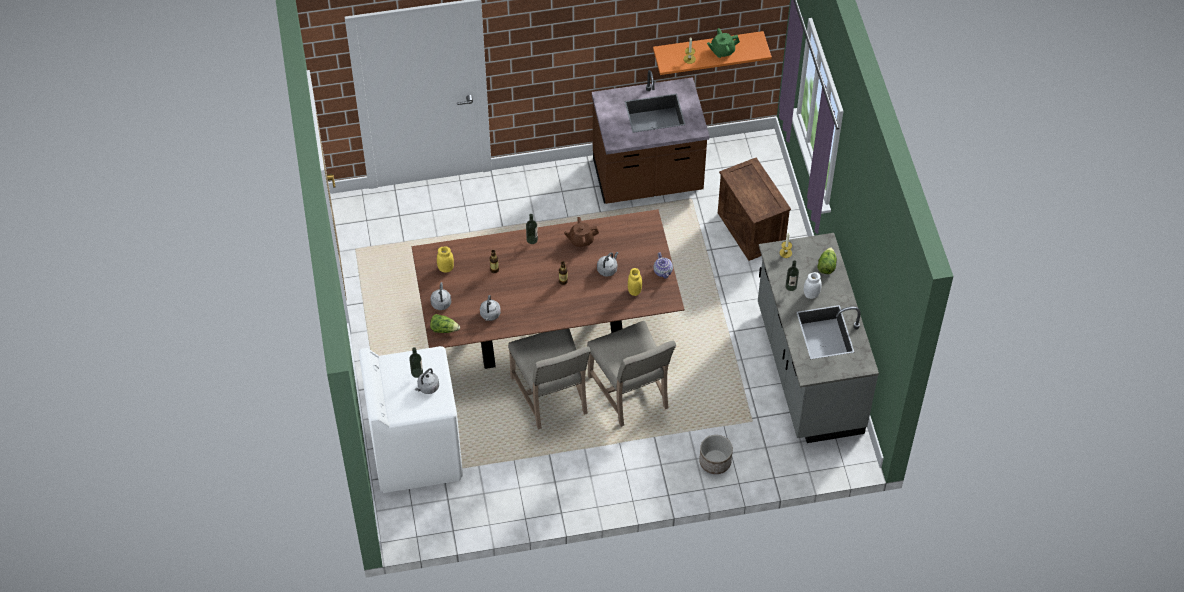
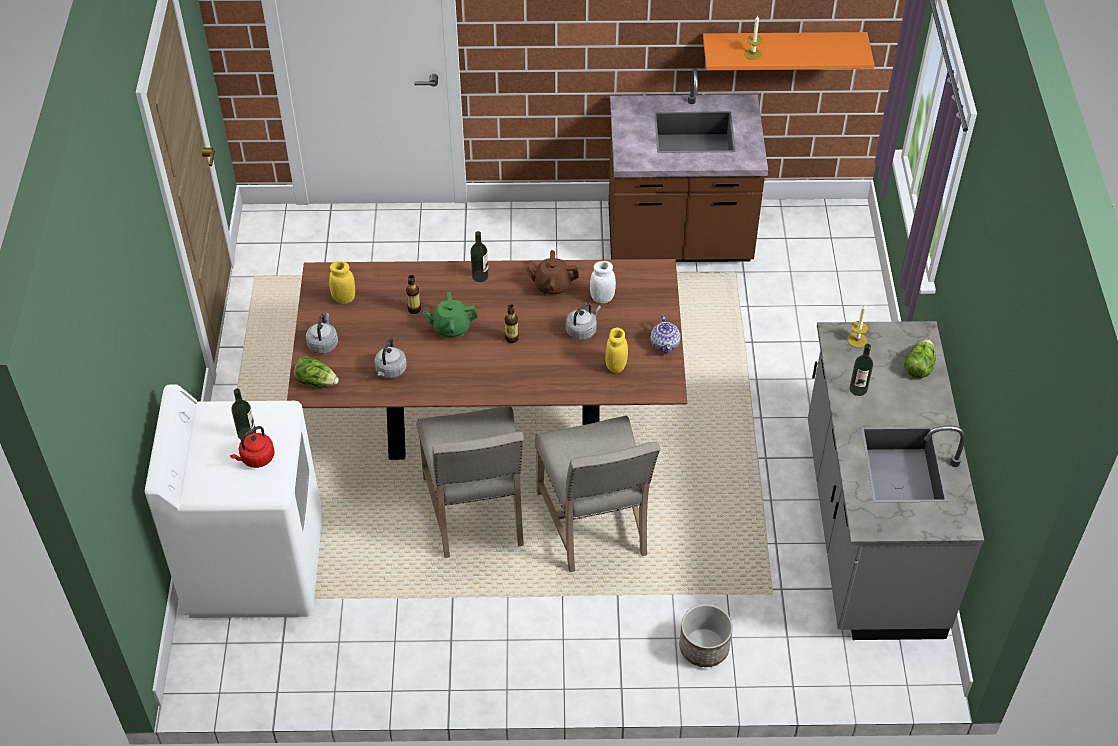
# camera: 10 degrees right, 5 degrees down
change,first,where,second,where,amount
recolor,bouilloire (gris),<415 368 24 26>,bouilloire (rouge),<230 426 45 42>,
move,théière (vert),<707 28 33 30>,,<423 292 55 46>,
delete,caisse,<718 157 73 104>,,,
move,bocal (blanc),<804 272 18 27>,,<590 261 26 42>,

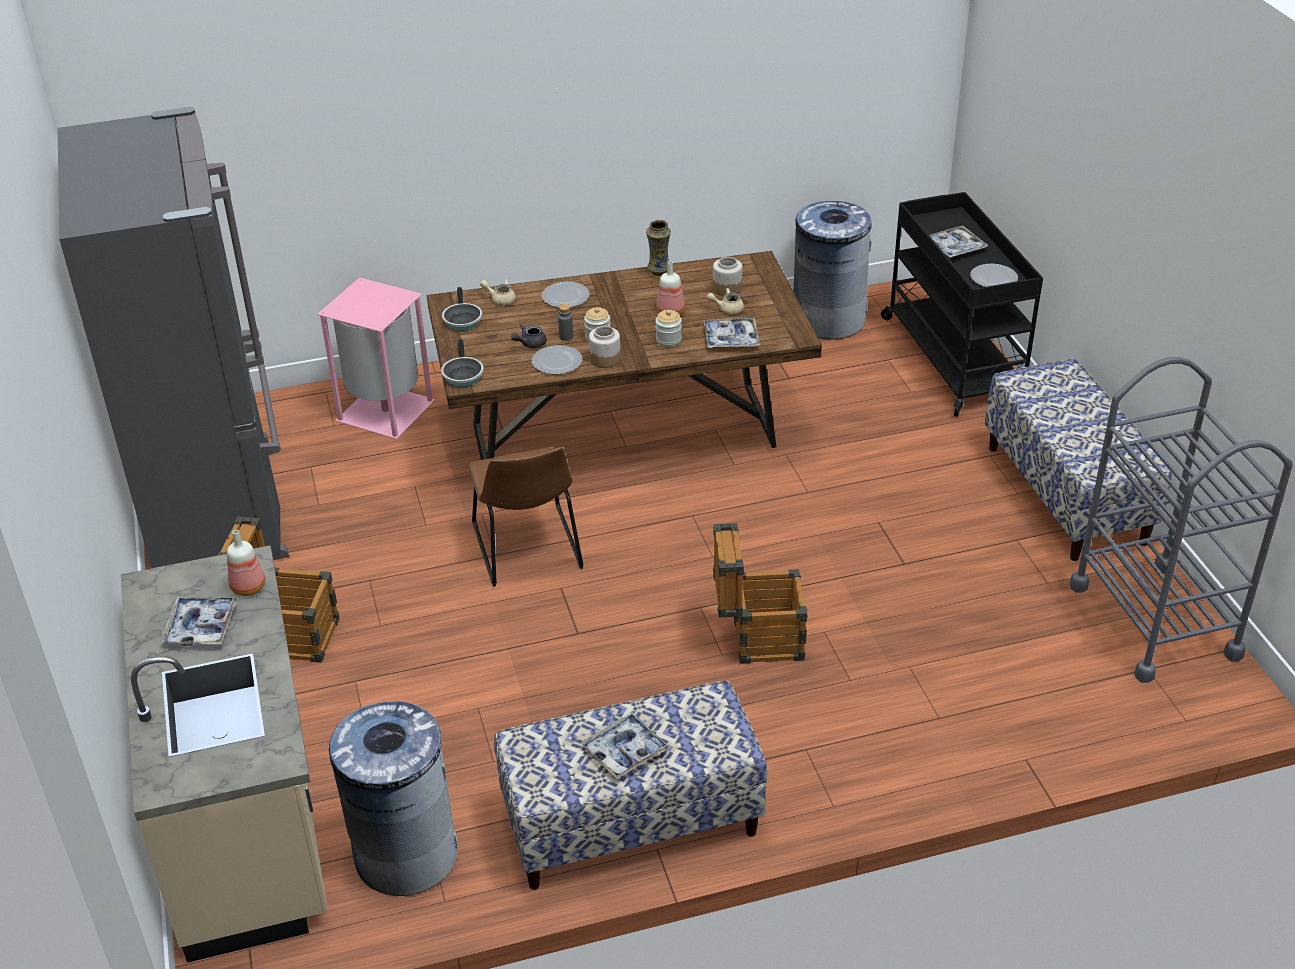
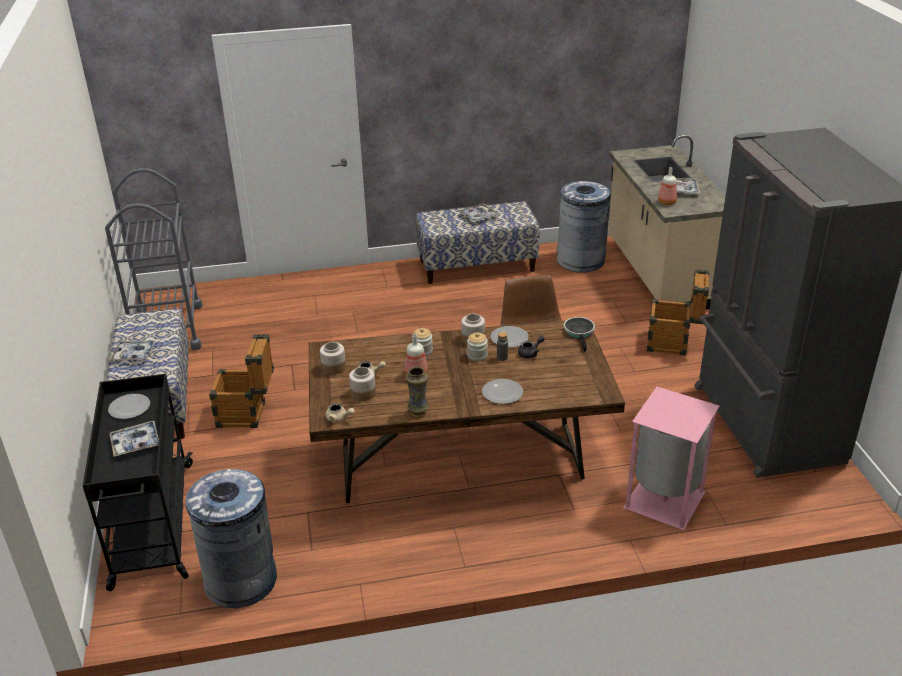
# camera: 175 degrees left, 5 degrees down
change,first,where,second,where,amount
delete,poêle,<442 287 40 44>,,,
move,théière (beige),<480 279 36 26>,,<326 403 29 19>,
move,plateau,<703 318 57 30>,,<109 340 47 21>,
move,caisse,<713 523 95 141>,,<209 334 65 94>,
insert,,,bocal,<320 342 26 33>,

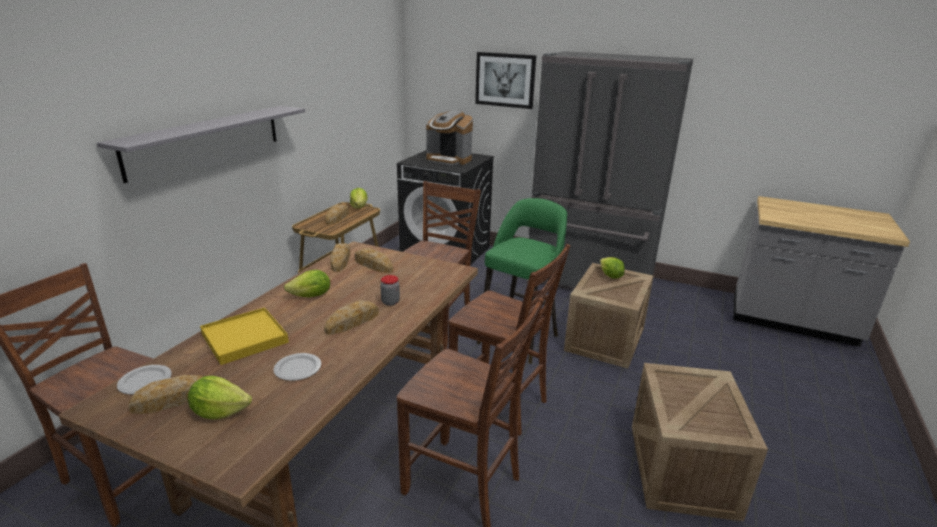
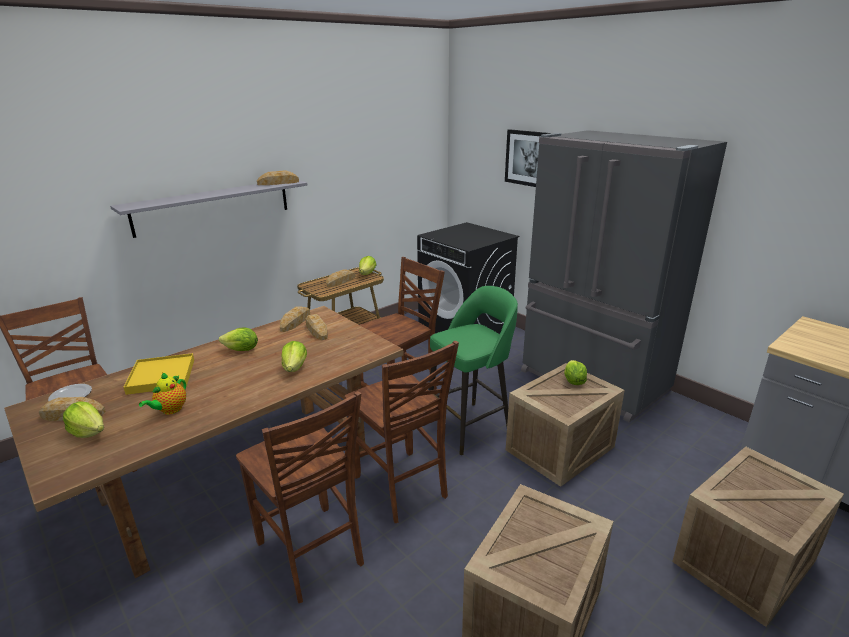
# camera: 25 degrees right, 0 degrees up
change,first,where,second,where,amount
replace,assiette,<273 353 48 28>,théière,<139 373 47 41>,
move,pain,<324 300 55 35>,,<257 170 42 15>,
replace,bocal,<380 275 20 31>,laitue,<281 341 26 31>,
delete,machine à café,<426 110 47 56>,,,
insert,,,caisse,<672 446 172 181>,

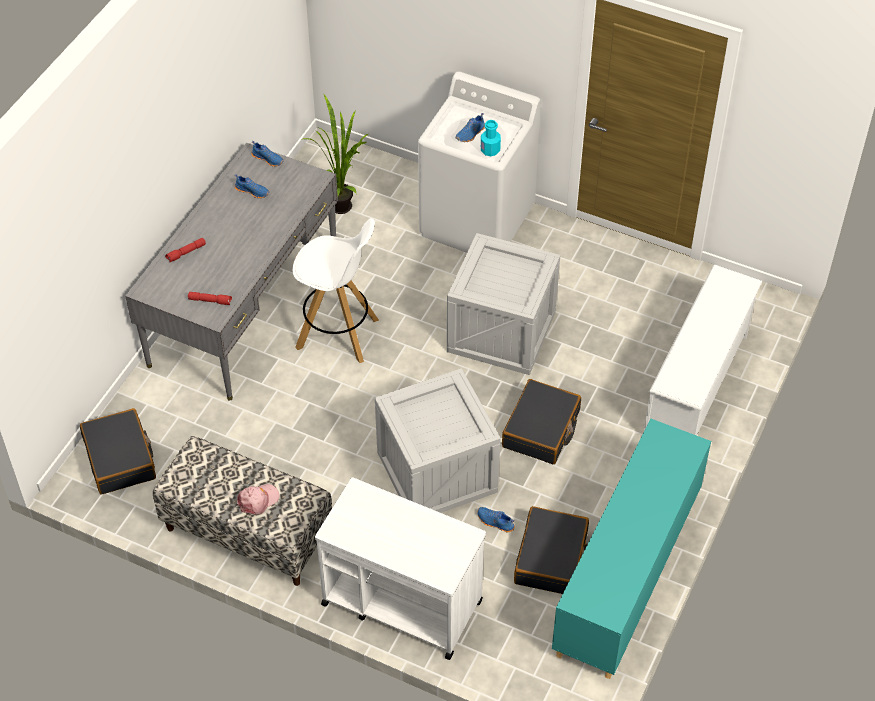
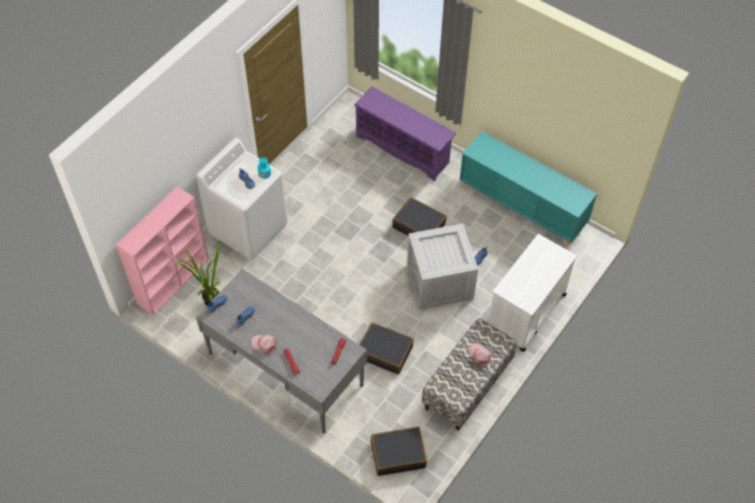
# camera: 80 degrees left, 5 degrees up
change,first,where,second,where,amount
delete,tabouret (blanc),<293 218 86 145>,,,
delete,caisse,<447 233 113 142>,,,
move,valise (noir),<514 506 75 88>,,<360 323 54 51>,
recolor,étagère à chaussures (blanc),<644 264 118 172>,étagère à chaussures (violet),<354 87 103 94>,
insert,,,bibliothèque (rose),<116 186 93 129>,
insert,,,casquette (rose),<251 335 26 19>,

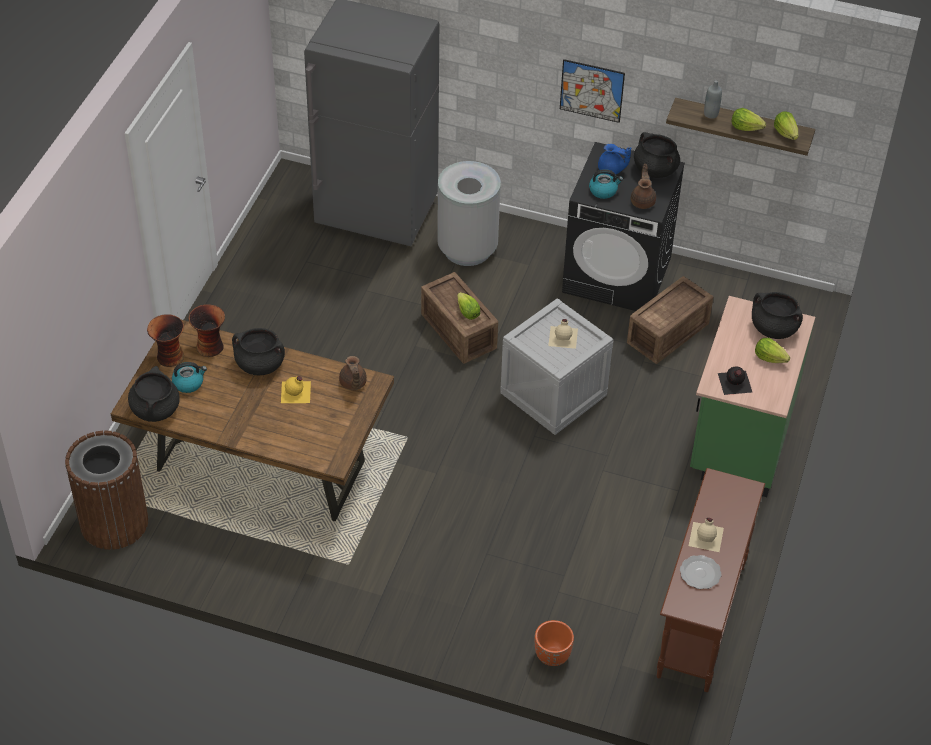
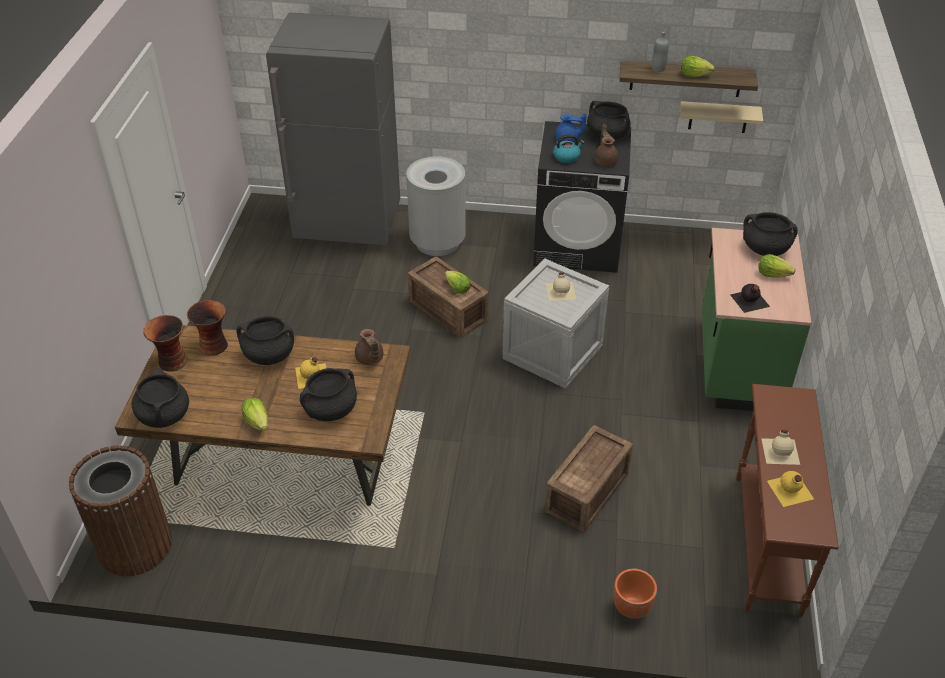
# camera: 10 degrees left, 5 degrees down
change,first,where,second,where,amount
delete,bouilloire,<172 362 35 31>,,,
delete,tableau,<560 59 65 64>,,,
move,caisse,<627 276 86 88>,,<545 425 88 107>,
replace,assiette,<680 555 42 34>,bouteille (jaune),<767 471 47 36>,
move,laitue,<774 111 24 29>,,<242 398 26 33>,
insert,,,marmite (noir),<300 368 57 53>,
insert,,,étagère (beige),<680 101 83 32>,

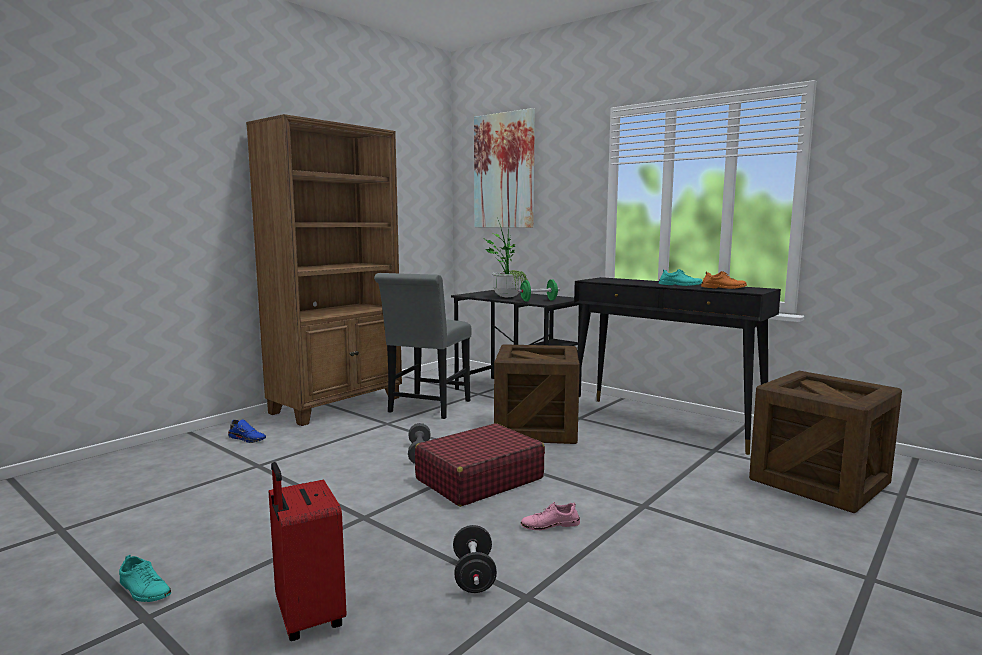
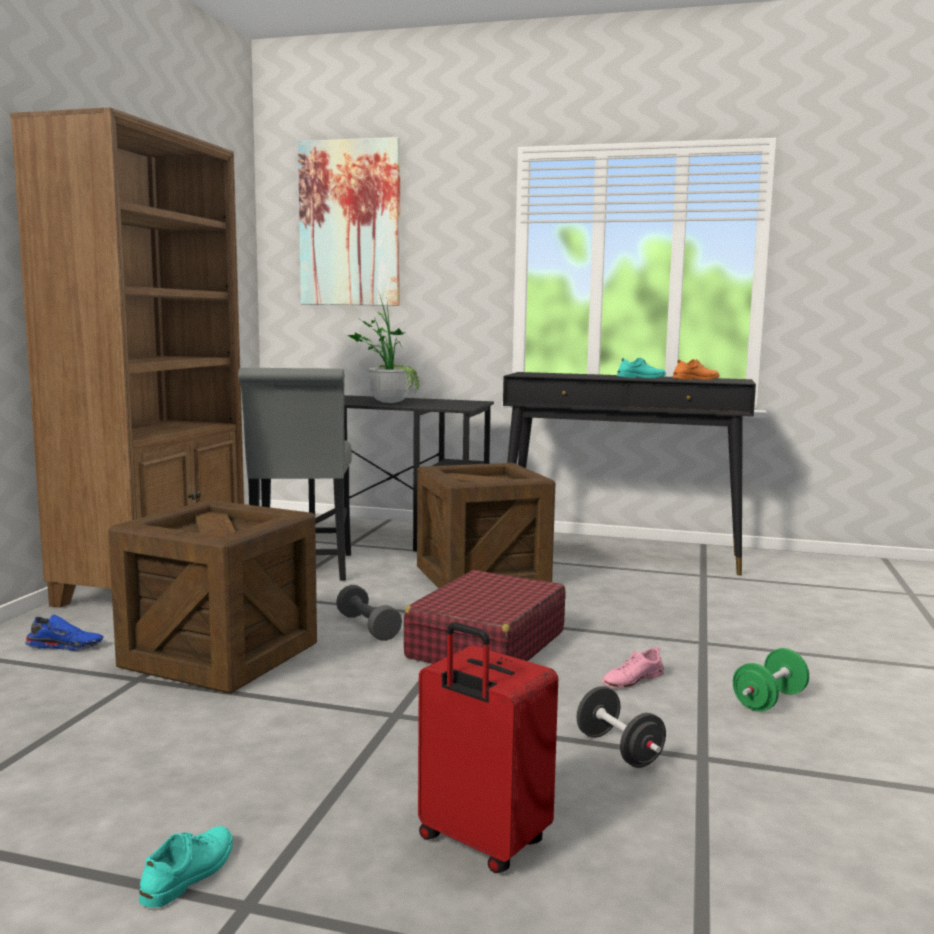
# camera: 25 degrees left, 0 degrees up
change,first,where,second,where,amount
rotate,chaussure (turquoise),<119 555 52 47>,,<139 826 94 81>,75 degrees counterclockwise
move,haltère (vert),<518 279 42 22>,,<733 648 76 64>,
move,caisse,<749 371 153 142>,,<108 500 209 194>,

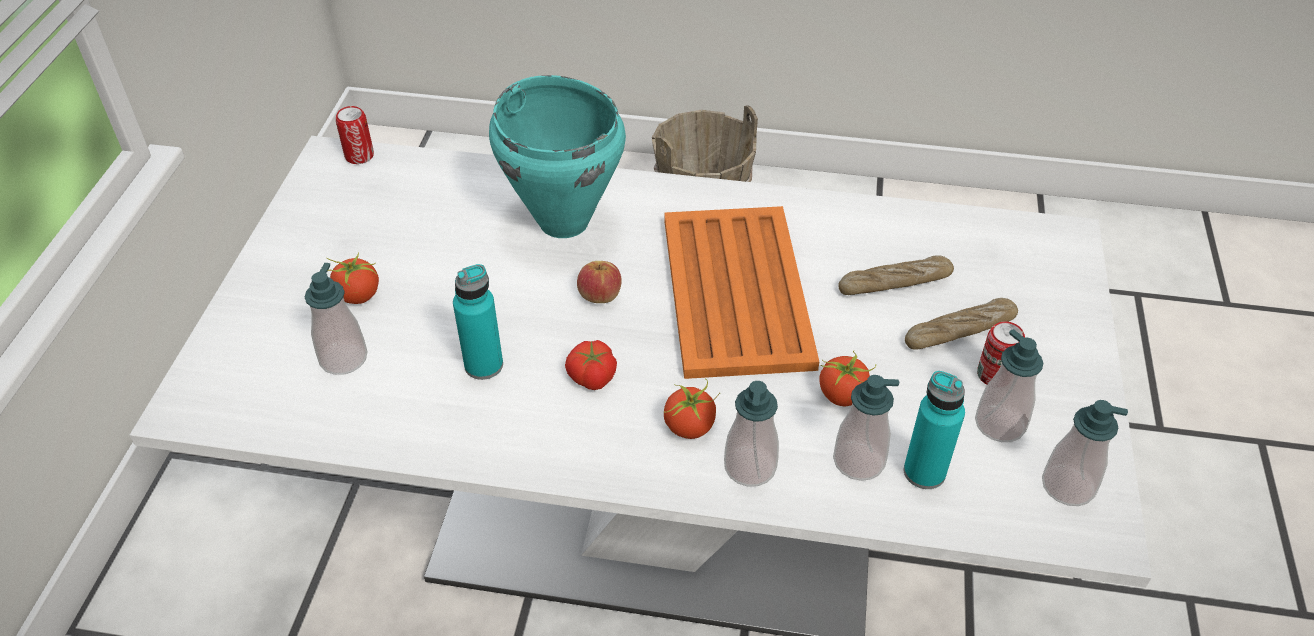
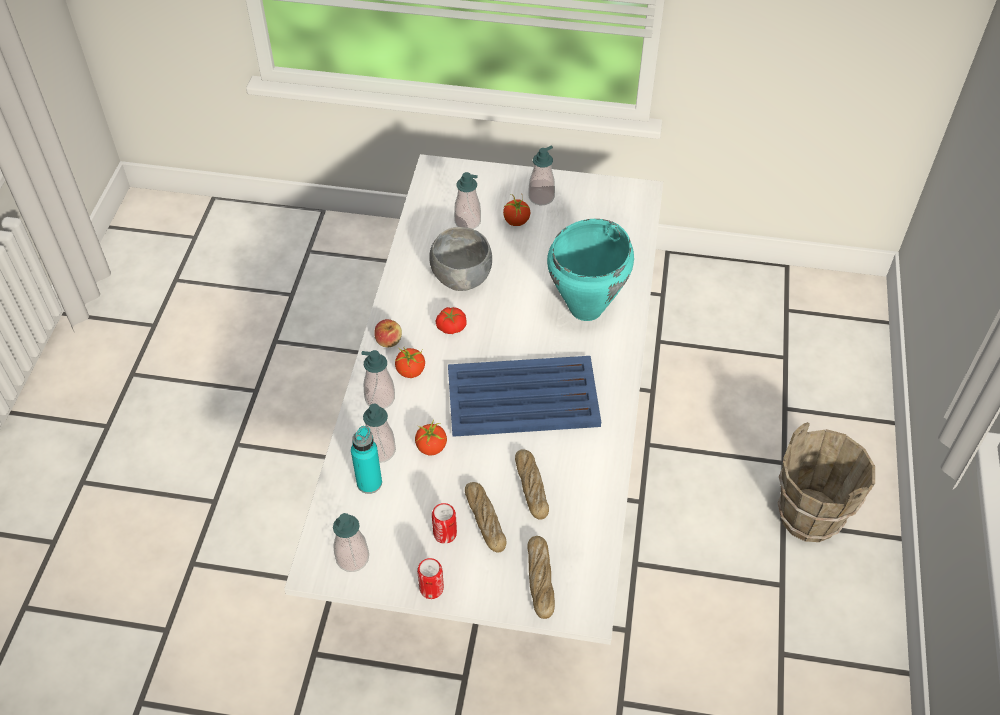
# camera: 90 degrees right, 5 degrees up
change,first,where,second,where,amount
move,boîte métallique,<336 106 38 58>,,<417 558 27 41>,
replace,bouteille (turquoise),<453 264 50 116>,bol (gris),<429 227 63 64>,
move,pomme,<577 261 45 42>,,<374 319 28 28>,
recolor,plateau (orange),<664 206 155 173>,plateau (bleu),<448 356 153 81>,
move,distributeur de savon,<975 329 68 113>,,<528 146 27 59>,
insert,,,pain,<527 536 28 83>,

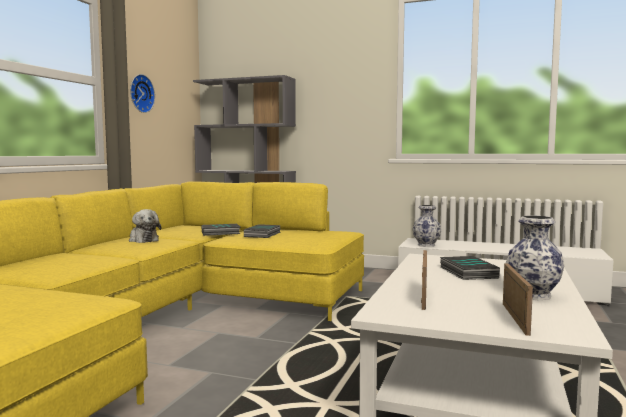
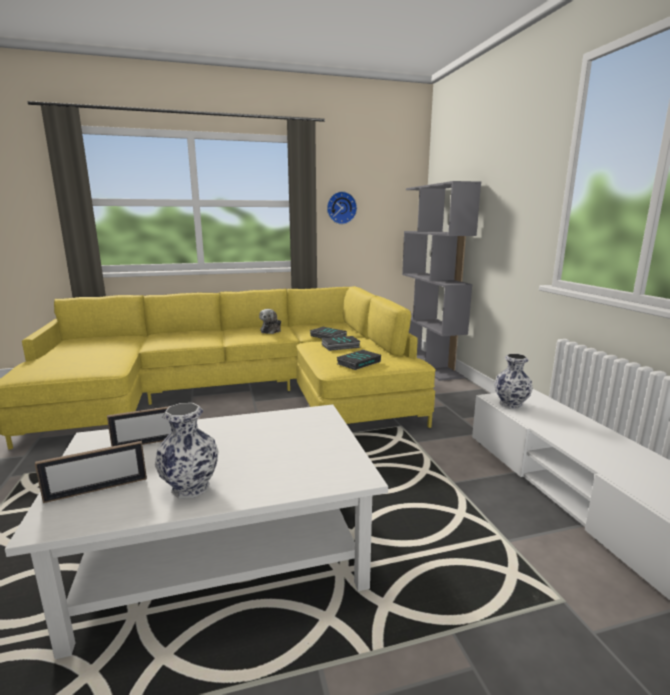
# camera: 55 degrees right, 10 degrees up
change,first,where,second,where,amount
move,livre,<440 256 60 24>,,<337 350 44 20>,

